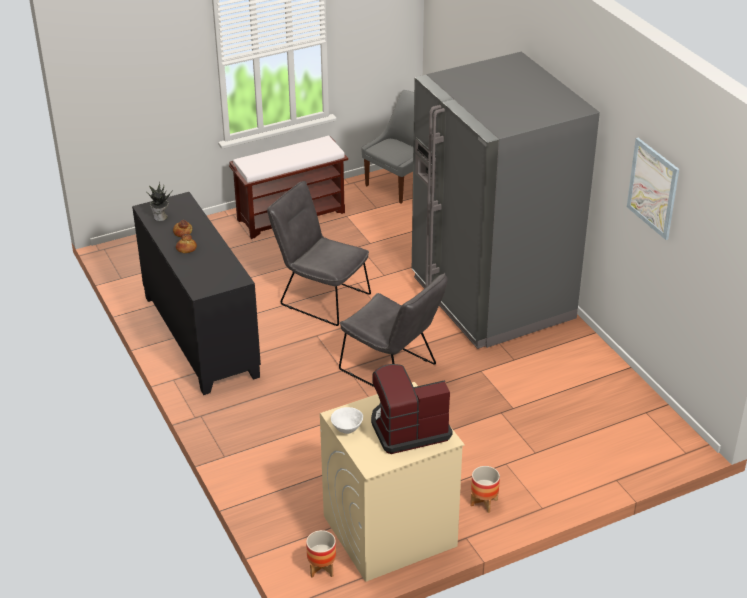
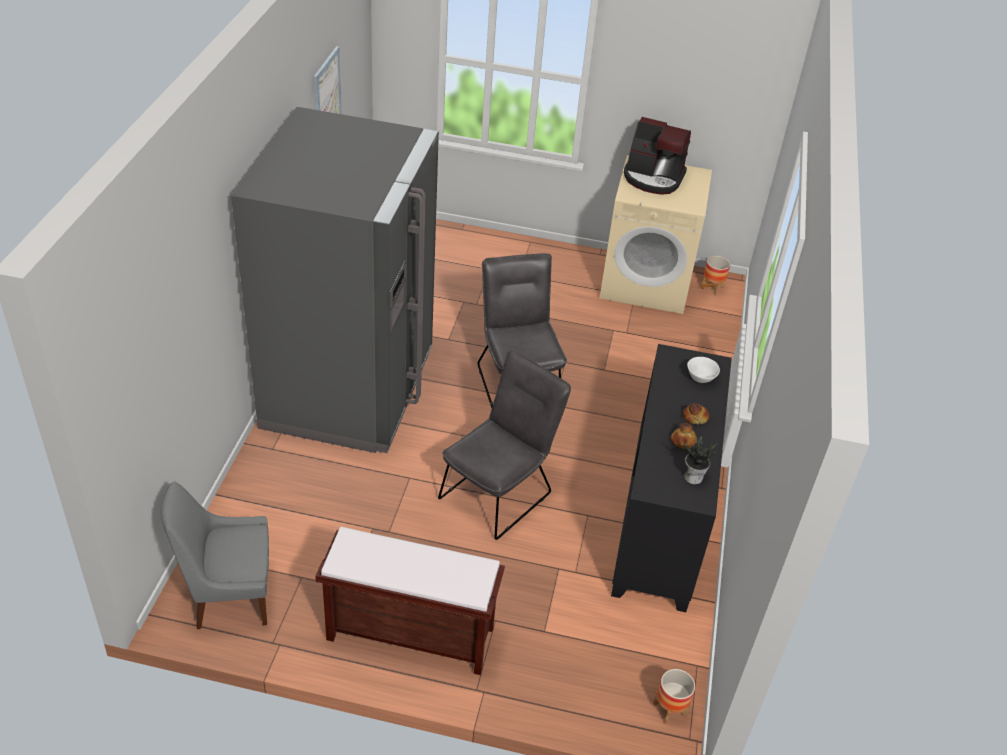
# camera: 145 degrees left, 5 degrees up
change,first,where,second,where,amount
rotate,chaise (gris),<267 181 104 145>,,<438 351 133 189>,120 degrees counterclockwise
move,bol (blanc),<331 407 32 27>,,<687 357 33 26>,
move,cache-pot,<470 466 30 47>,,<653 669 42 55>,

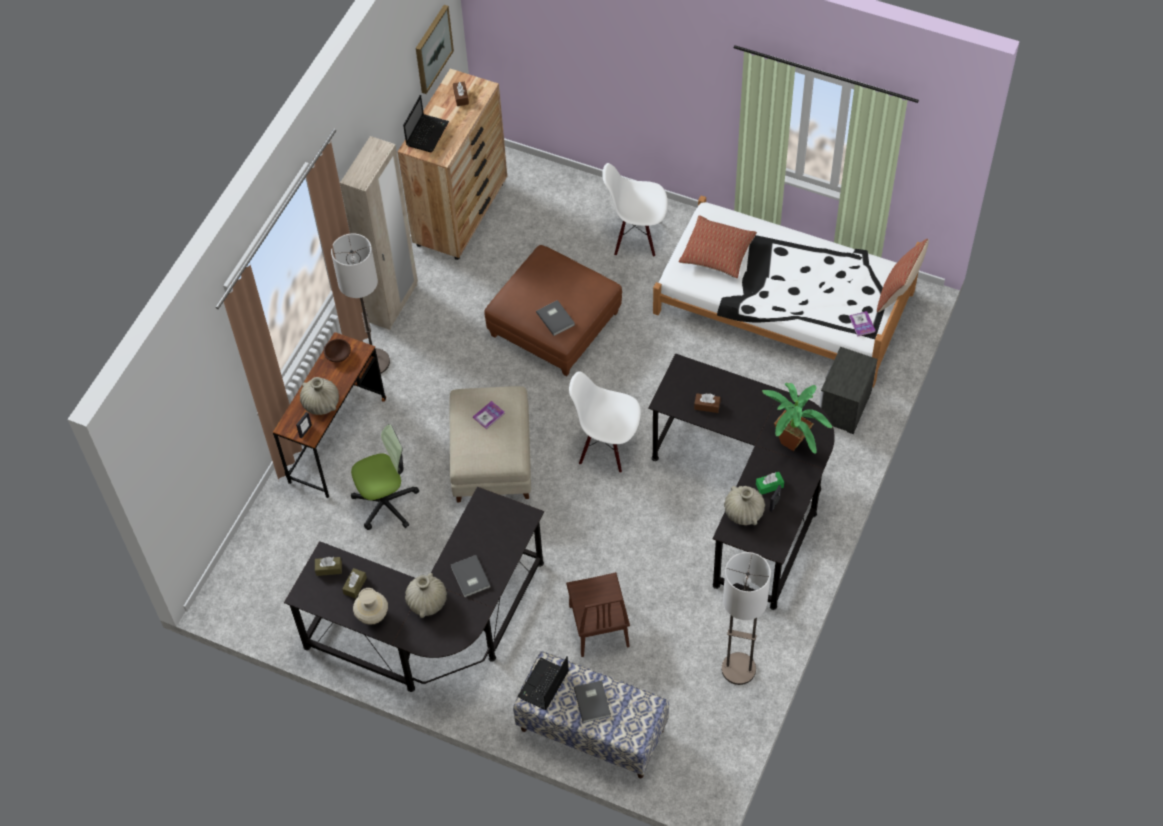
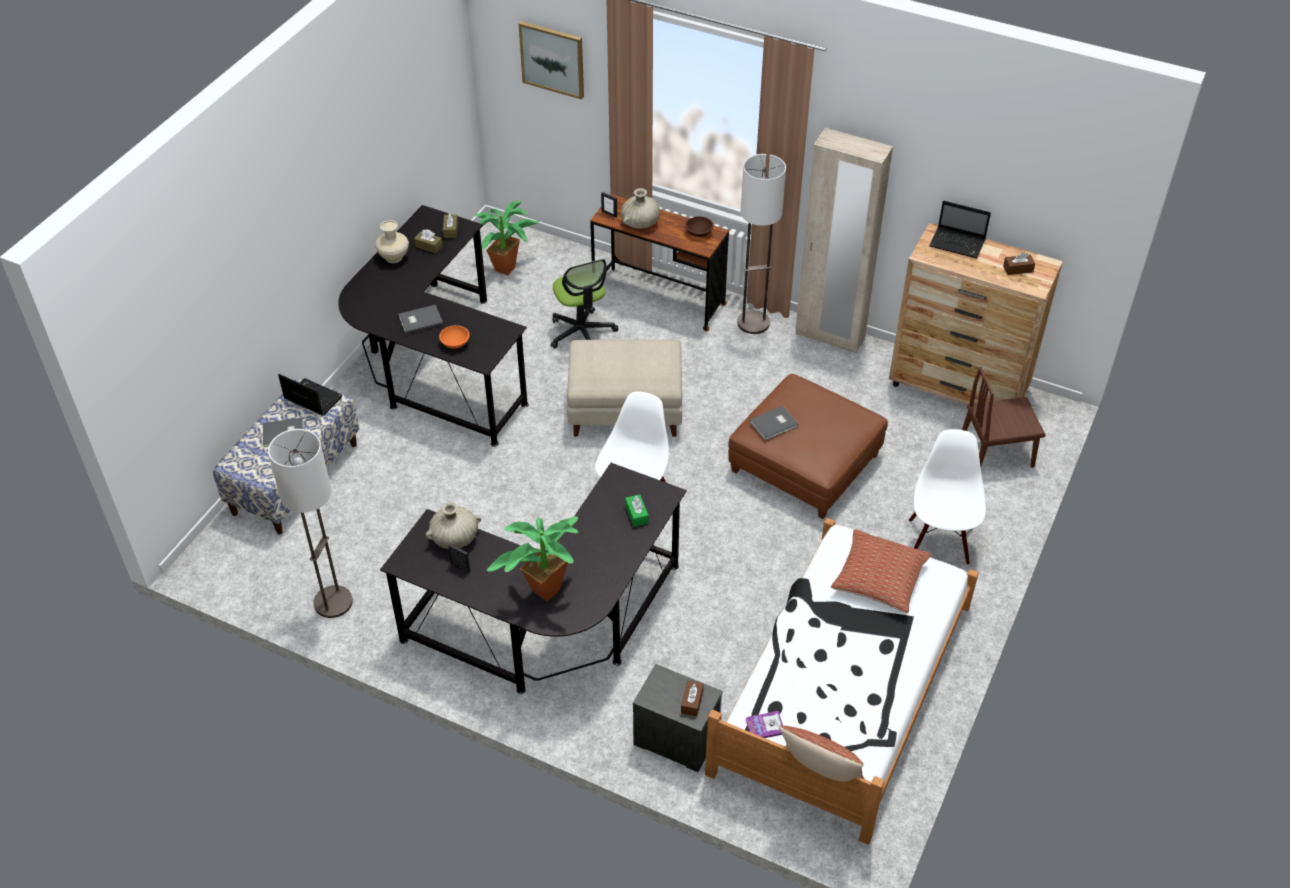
# camera: 90 degrees right, 10 degrees down
change,first,where,second,where,amount
delete,vase (beige),<405 573 42 45>,,,
move,tableau,<416 5 38 89>,,<519 21 65 79>,
delete,livre,<473 401 32 28>,,,
move,chaise (marron),<566 572 64 85>,,<962 367 84 101>,
move,boîte à mouchoirs (marron),<694 393 26 20>,,<681 680 23 36>,
move,boîte à mouchoirs (vert),<756 472 28 23>,,<625 494 24 33>,
insert,,,bol (orange),<439 325 31 23>,
insert,,,plante en pot,<475 200 64 75>,

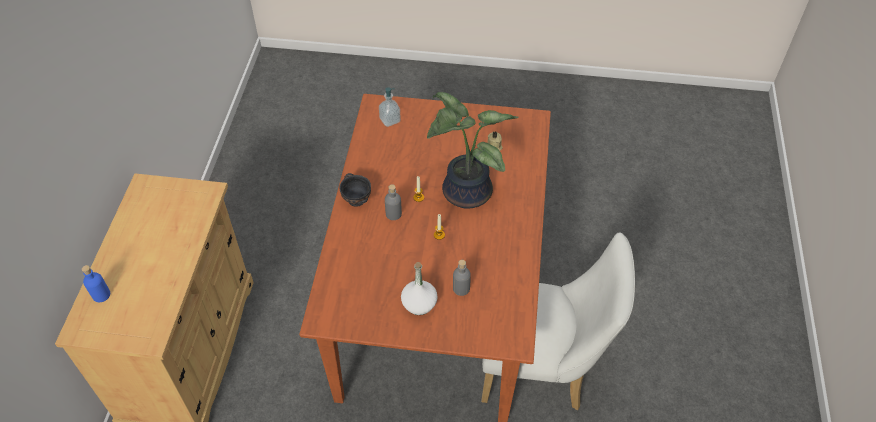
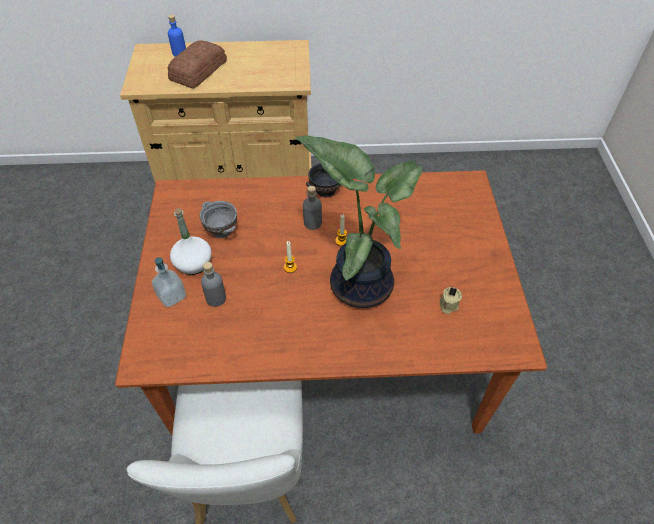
# camera: 80 degrees right, 0 degrees up
change,first,where,second,where,amount
move,distributeur de savon,<379 87 22 40>,,<152 257 34 50>,
insert,,,pain,<167 40 60 49>,
insert,,,bol (gris),<199 201 38 37>,

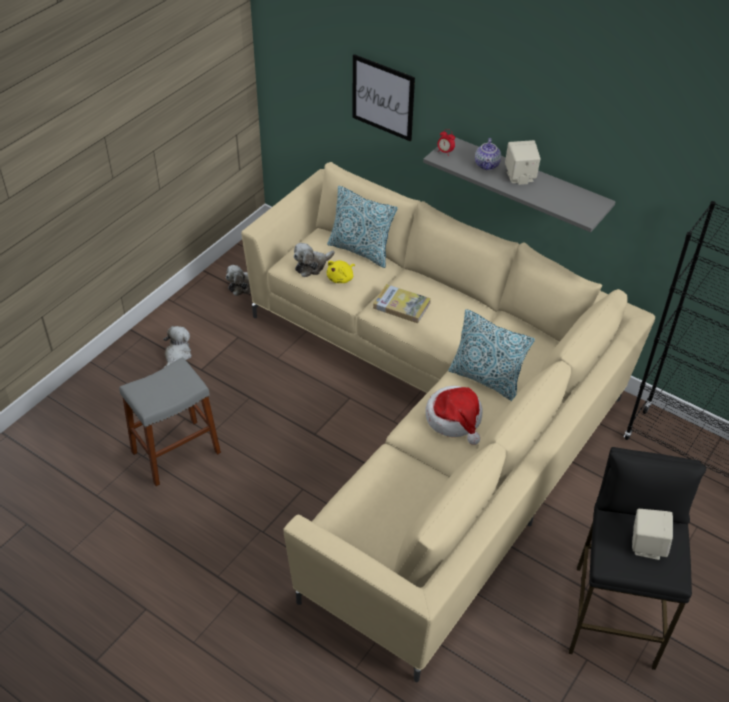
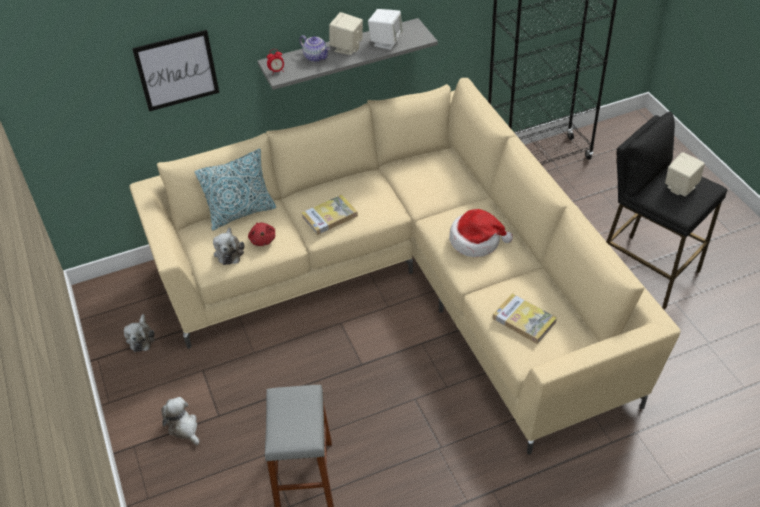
# camera: 55 degrees left, 0 degrees up
change,first,where,second,where,amount
recolor,peluche (jaune),<327 260 28 23>,peluche (rouge),<248 223 27 23>,
delete,coussin,<448 309 87 92>,,,
insert,,,enceinte (blanc),<368 9 35 41>,
insert,,,livre,<493 293 64 51>,

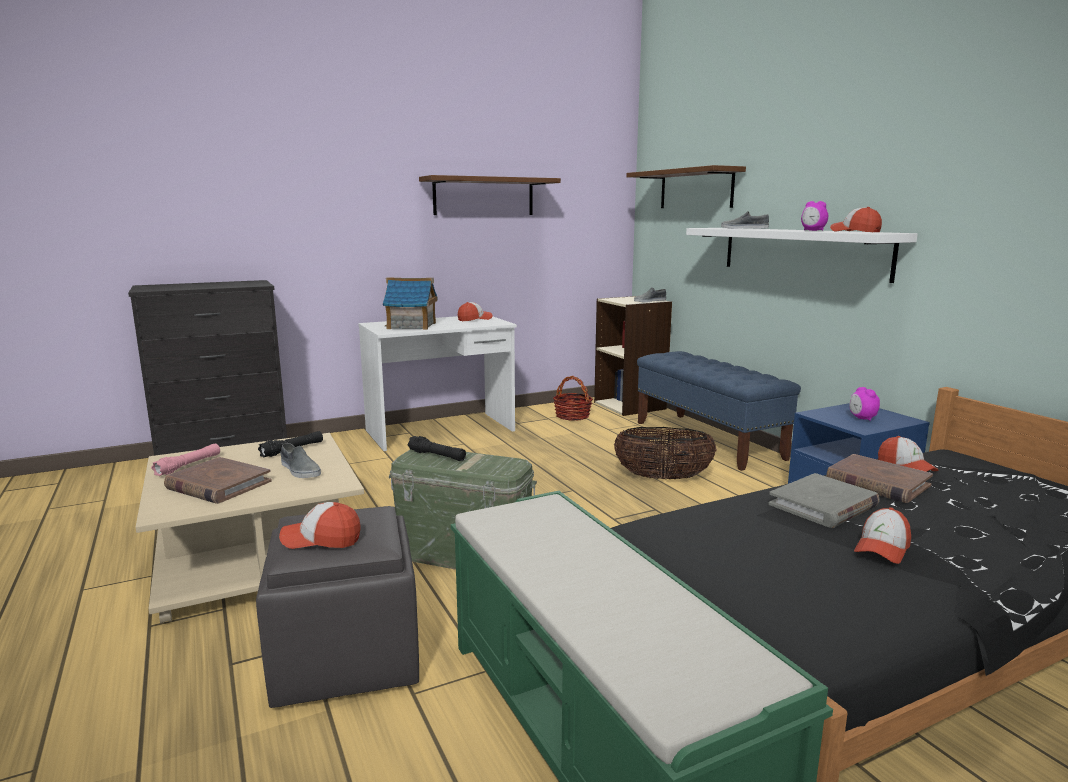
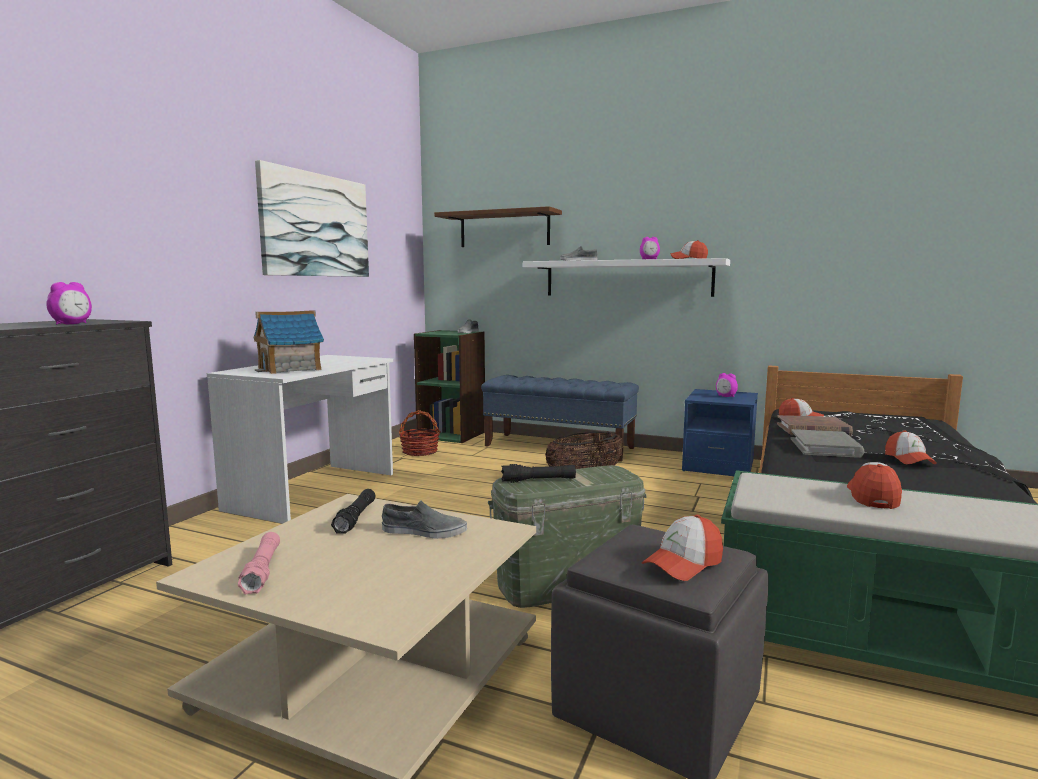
# camera: 40 degrees left, 5 degrees down
change,first,where,second,where,amount
delete,livre (marron),<164 457 108 47>,,,
replace,étagère (marron),<419 175 142 40>,tableau,<255 160 114 117>,
move,casquette,<458 302 35 19>,,<847 462 55 47>,
recolor,bibliothèque (beige),<594 296 78 120>,bibliothèque (vert),<414 330 71 113>,
insert,,,réveil,<46 282 46 42>,

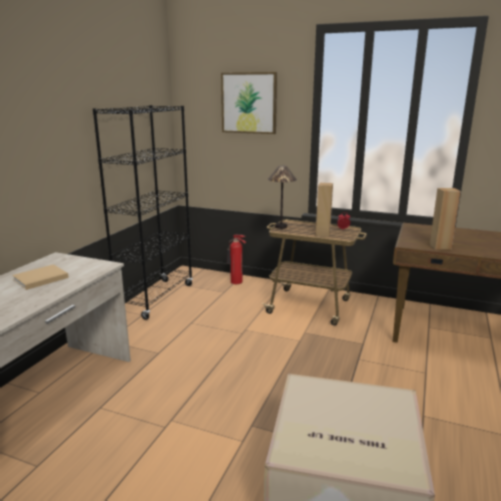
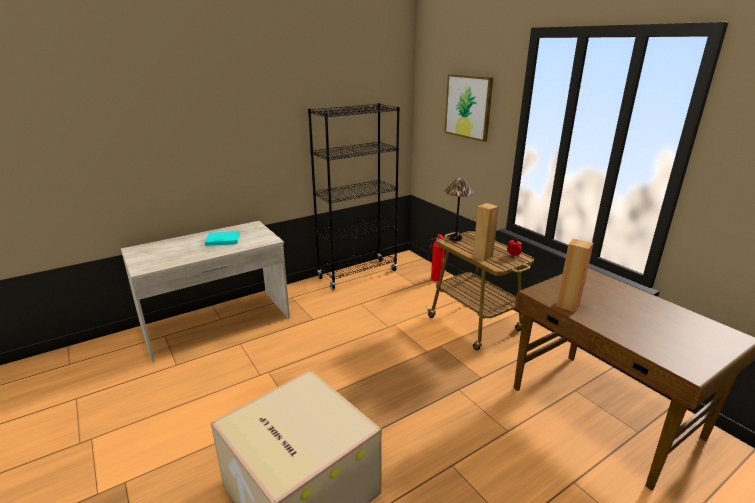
# camera: 35 degrees right, 5 degrees up
change,first,where,second,where,amount
recolor,livre (beige),<12 264 57 26>,livre (turquoise),<205 231 35 15>,

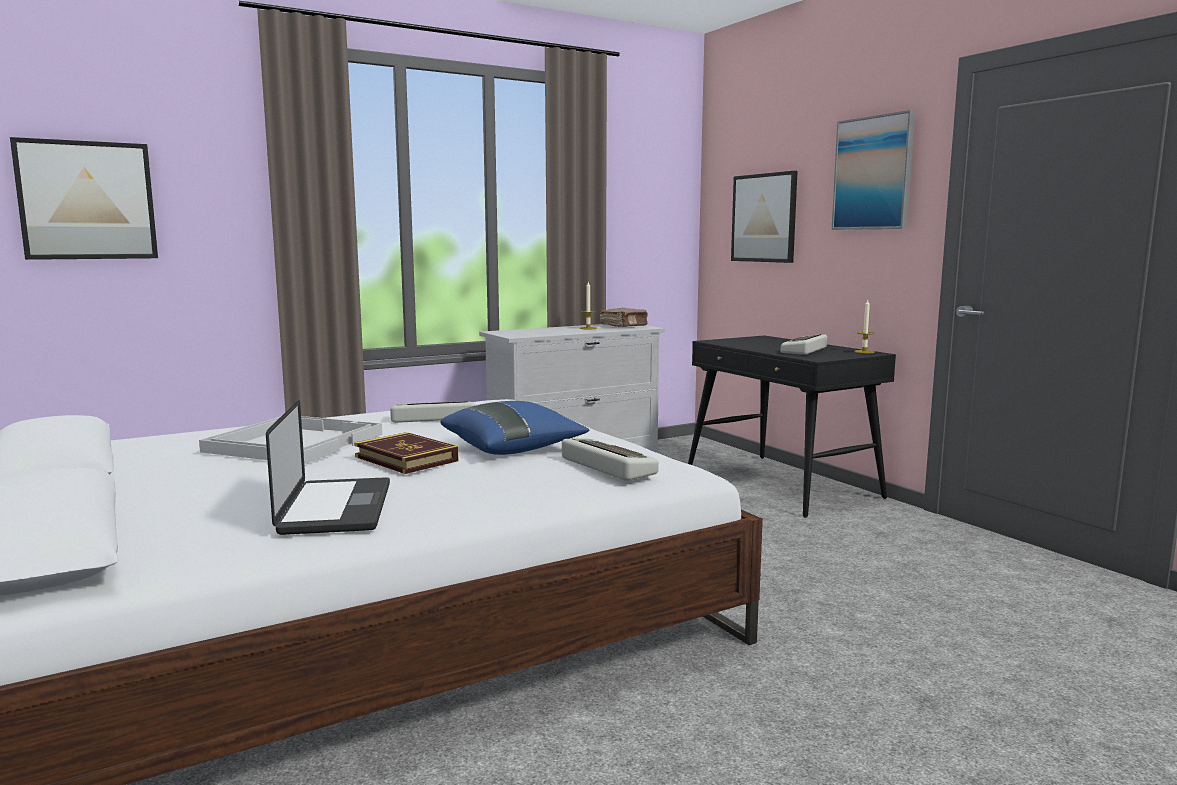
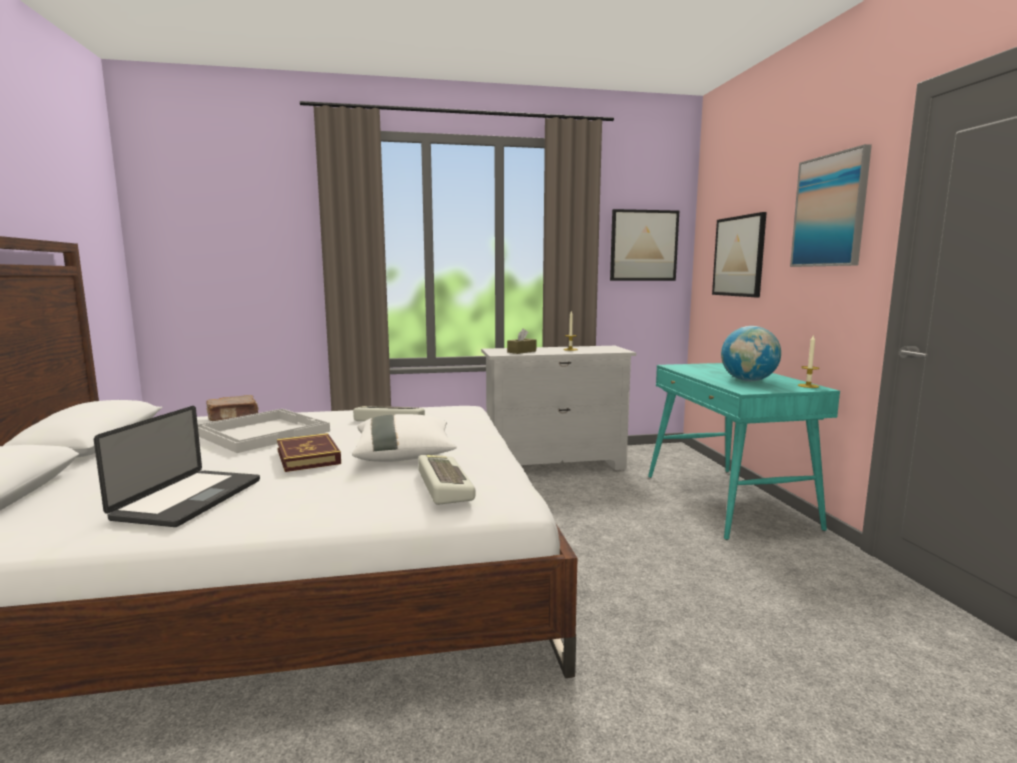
# camera: 20 degrees right, 0 degrees up
change,first,where,second,where,amount
move,tableau,<10 137 148 123>,,<610 209 69 72>,
recolor,coussin (bleu),<440 401 150 54>,coussin (blanc),<352 414 105 48>,
move,livre (marron),<600 308 48 19>,,<206 395 53 26>,
recolor,bureau (noir),<688 335 208 183>,bureau (turquoise),<648 363 192 177>,
replace,clavier,<781 334 46 21>,globe,<721 326 60 55>,
insert,,,boîte à mouchoirs (marron),<507 329 29 25>,

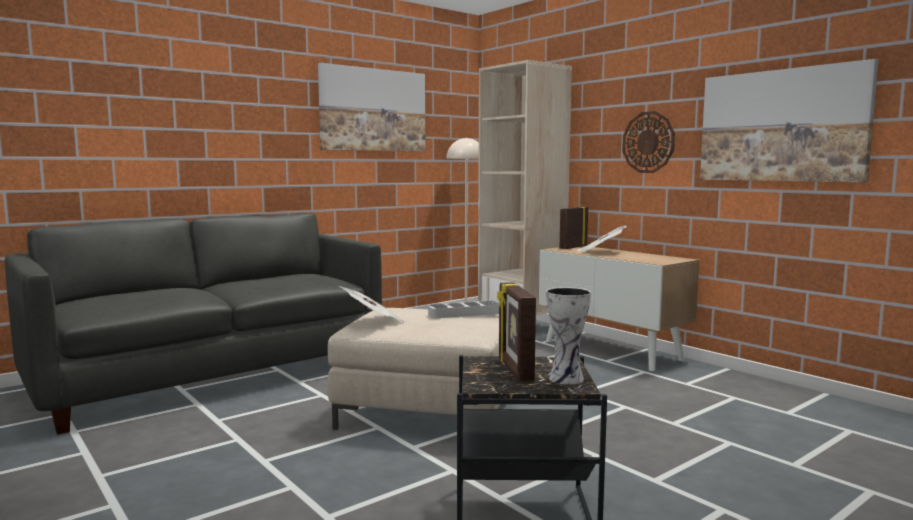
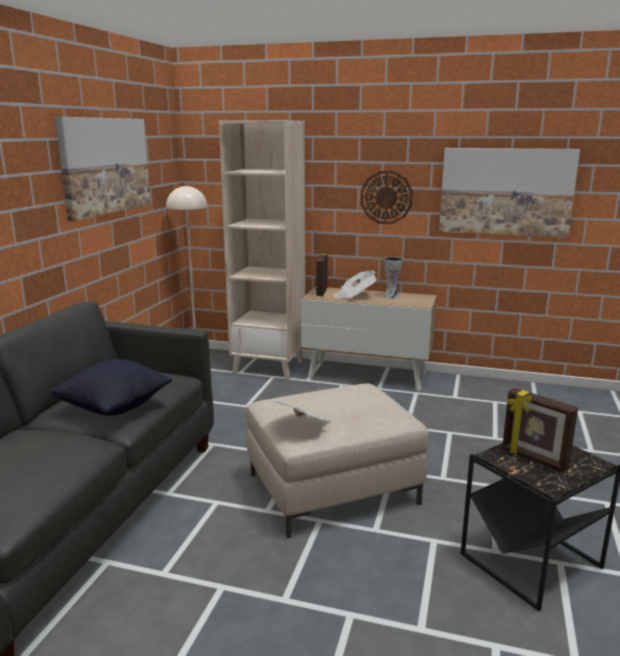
# camera: 35 degrees left, 10 degrees up
change,first,where,second,where,amount
delete,plateau (gris),<428 301 71 17>,,,
move,vase,<546 287 45 98>,,<384 257 19 42>,
insert,,,coussin (noir),<50 359 122 57>,

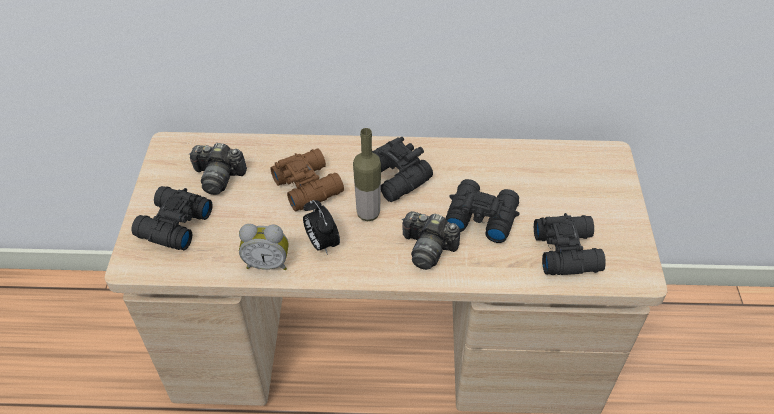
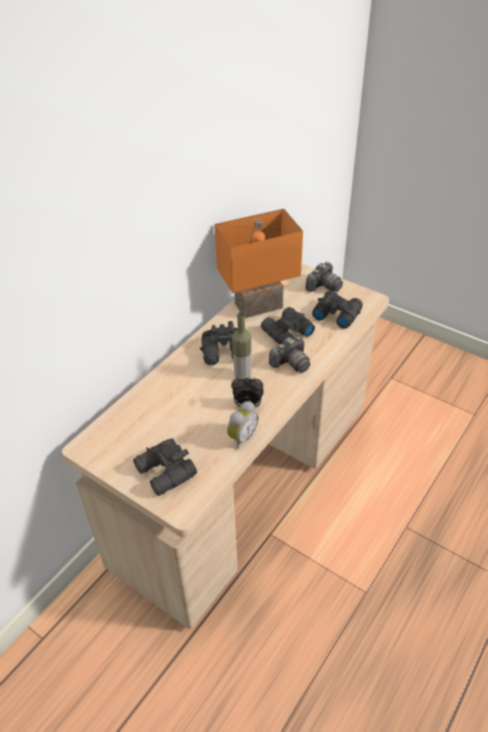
# camera: 55 degrees left, 5 degrees down
change,first,where,second,where,amount
move,appareil photo,<189 143 58 52>,,<305 262 38 30>,
delete,jumelles (marron),<270 149 74 62>,,,
insert,,,lampe de table (orange),<214 209 89 109>,

